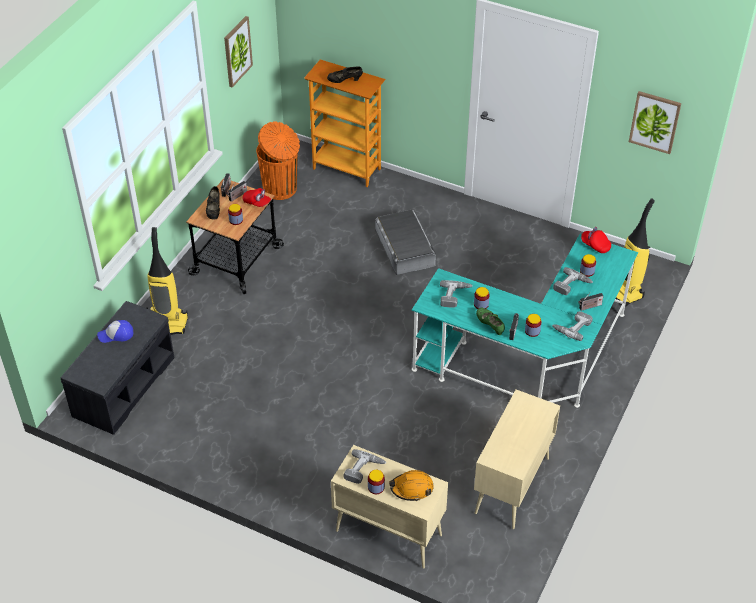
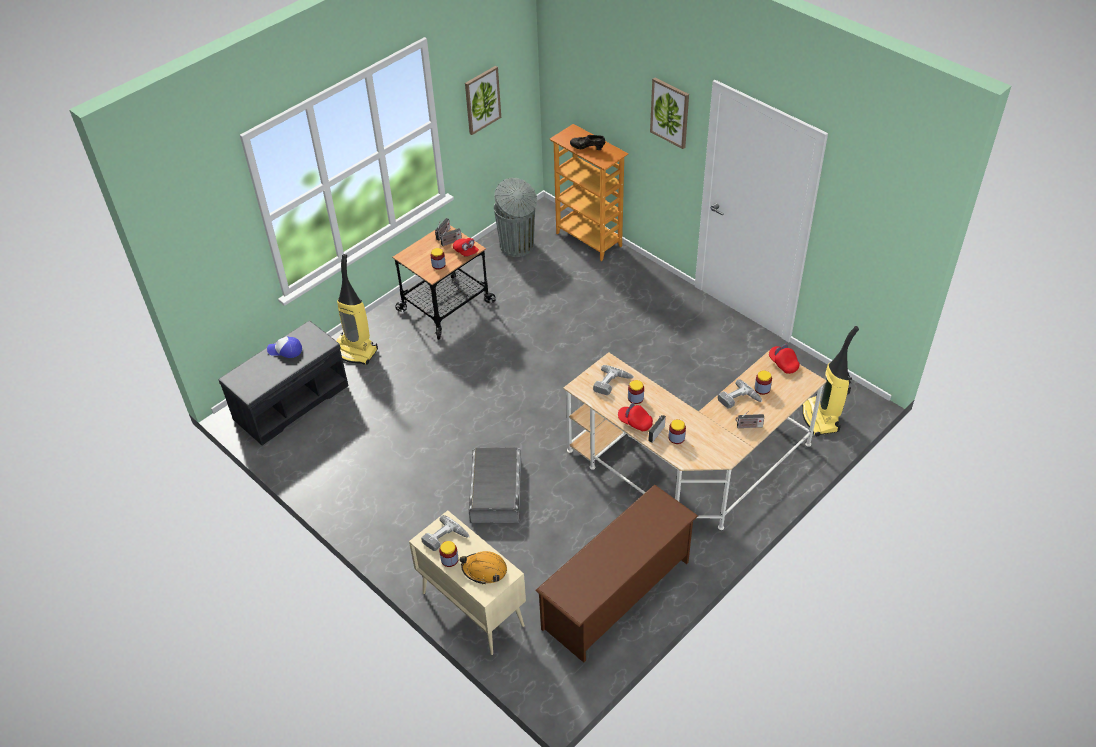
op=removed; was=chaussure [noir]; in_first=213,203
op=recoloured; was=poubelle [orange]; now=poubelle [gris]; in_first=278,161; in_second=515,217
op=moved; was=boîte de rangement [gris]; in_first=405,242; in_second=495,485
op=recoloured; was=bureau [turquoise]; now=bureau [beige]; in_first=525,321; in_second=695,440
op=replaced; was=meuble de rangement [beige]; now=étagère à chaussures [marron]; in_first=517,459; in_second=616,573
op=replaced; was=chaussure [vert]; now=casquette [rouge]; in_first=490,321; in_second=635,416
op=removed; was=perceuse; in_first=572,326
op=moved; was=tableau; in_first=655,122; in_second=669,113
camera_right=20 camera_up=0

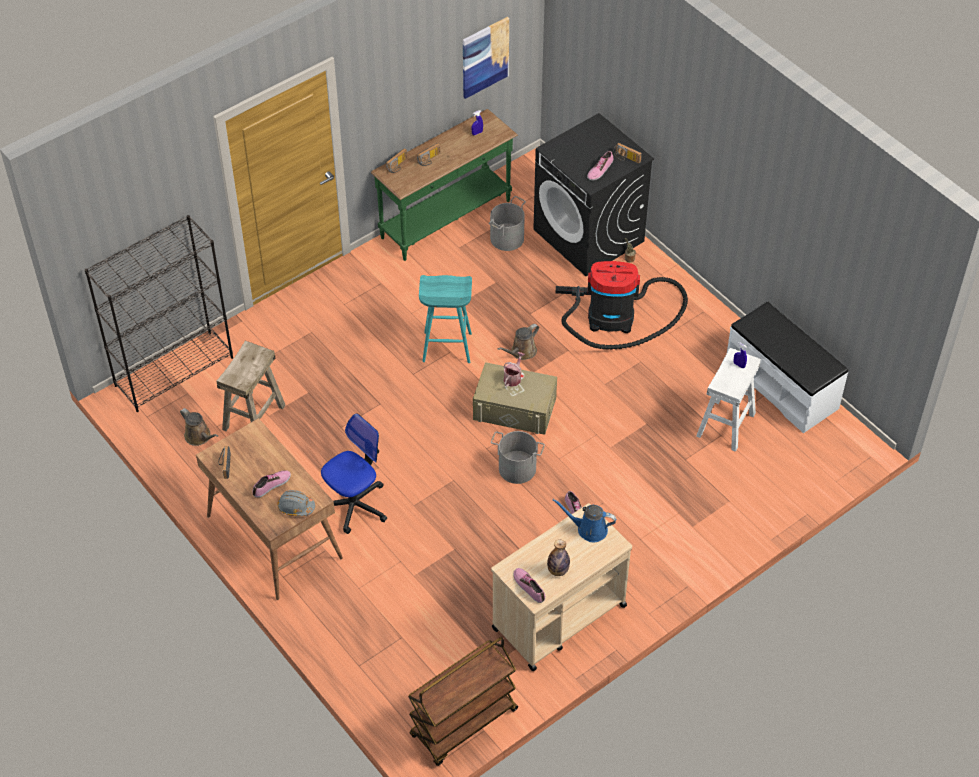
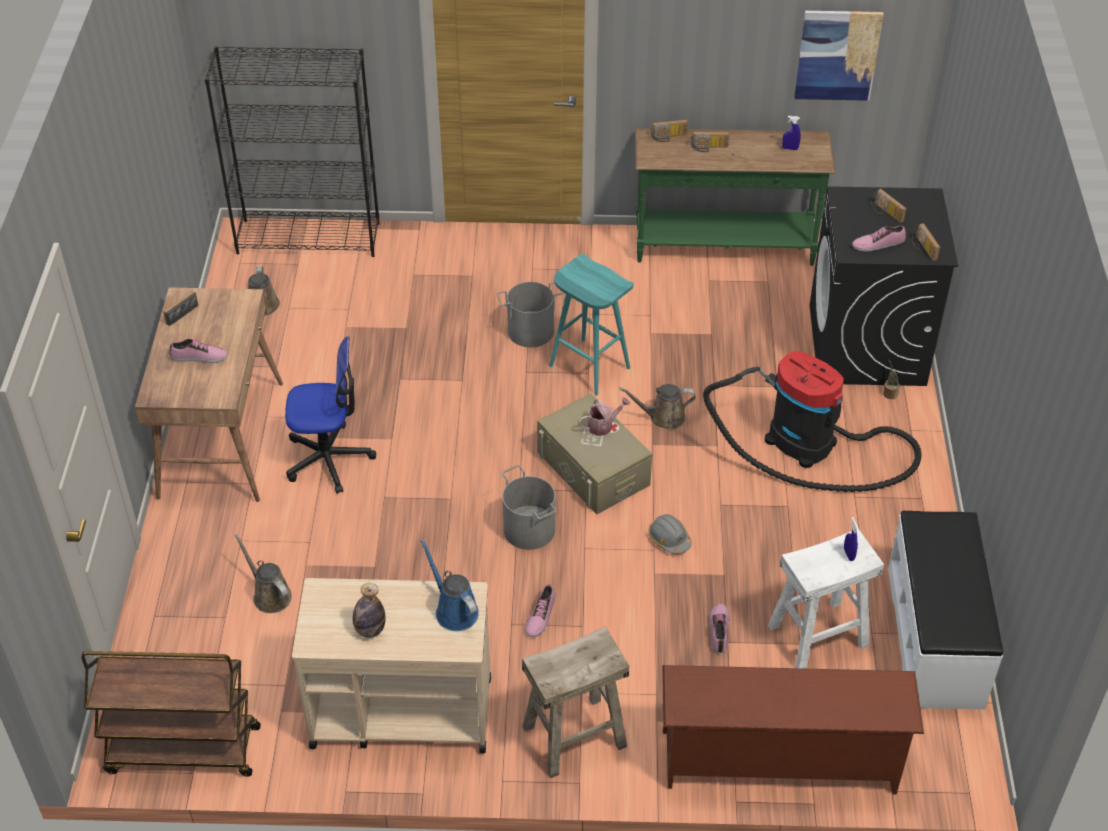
op=moved; was=tabouret [beige]; in_first=250,386; in_second=575,702
op=moved; was=casque de chantier [gris]; in_first=296,503; in_second=670,534
op=moved; was=seau [gris]; in_first=507,223; in_second=530,314
op=moved; was=chaussure; in_first=529,585; in_second=719,629
op=added; now=arrosoir [marron]; in_second=263,573
op=added; now=étagère à chaussures [marron]; in_second=793,730
op=added; now=radio; in_second=889,206
camera_right=40 camera_up=-5

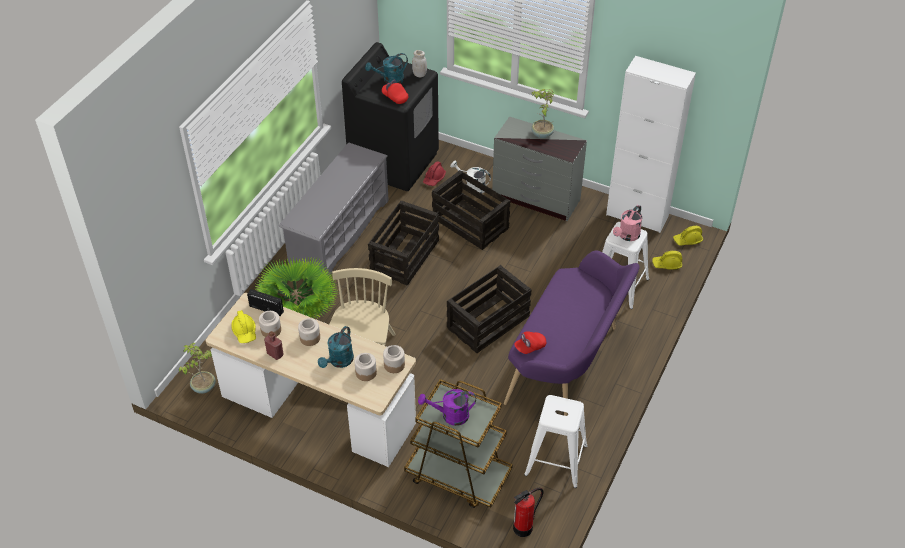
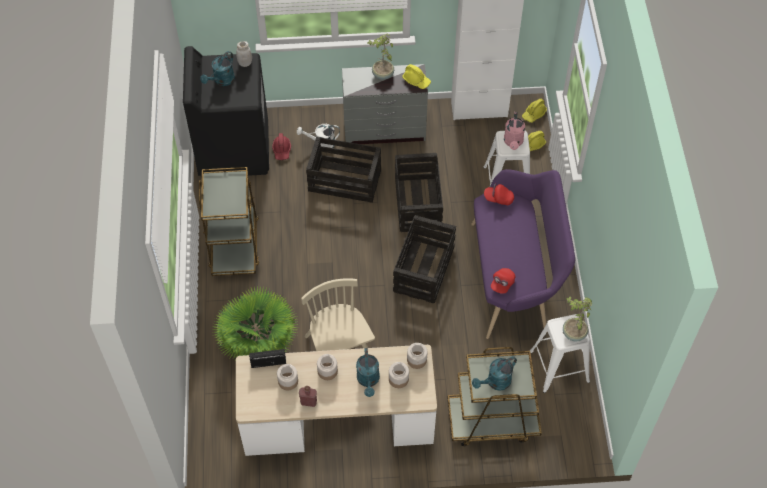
op=moved; was=plante en pot; in_first=197,368; in_second=577,319
op=moved; was=casque de chantier [jaune]; in_first=244,326; in_second=416,76
op=replaced; was=étagère à chaussures [gris]; now=chariot [marron]; in_first=334,208; in_second=228,221
op=moved; was=caisse; in_first=403,243; in_second=419,192
op=moved; was=casquette [rouge]; in_first=395,92; in_second=499,194
op=recoloured; was=arrosoir [violet]; now=arrosoir [turquoise]; in_first=447,407; in_second=494,373
op=removed; was=extincteur; in_first=528,512
camera_right=-30 camera_up=10

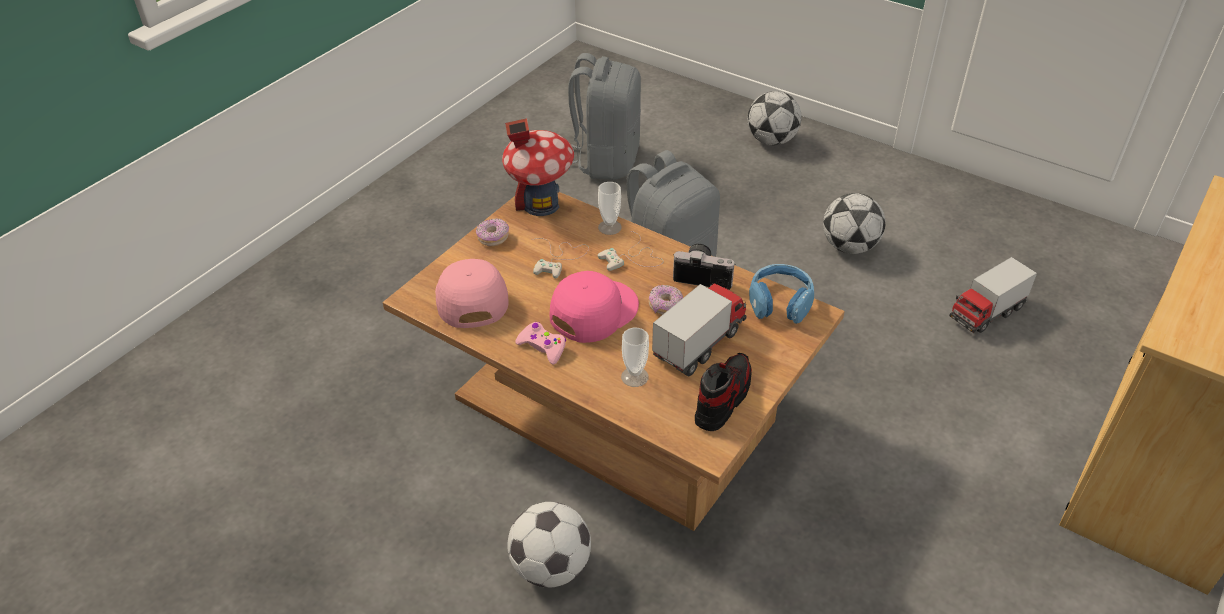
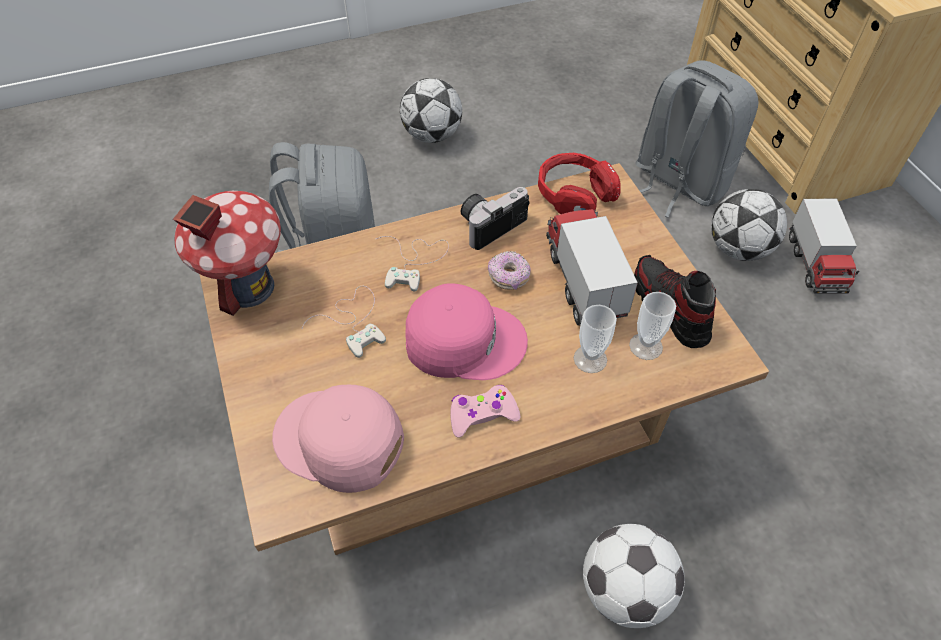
op=removed; was=beignet; in_first=492,233
op=turned; was=casquette [rose]; in_first=594,307; in_second=466,331; clockwise=105
op=moved; was=sac à dos [gris]; in_first=604,116; in_second=697,139
op=moved; was=tasse; in_first=610,208; in_second=652,326
op=moved; was=ballon de foot; in_first=774,118; in_second=749,225
op=recoloured; was=casque audio [bleu]; now=casque audio [rouge]; in_first=781,294; in_second=579,183
op=moved; was=camion jouet; in_first=993,295; in_second=824,246
camera_right=-55 camera_up=10

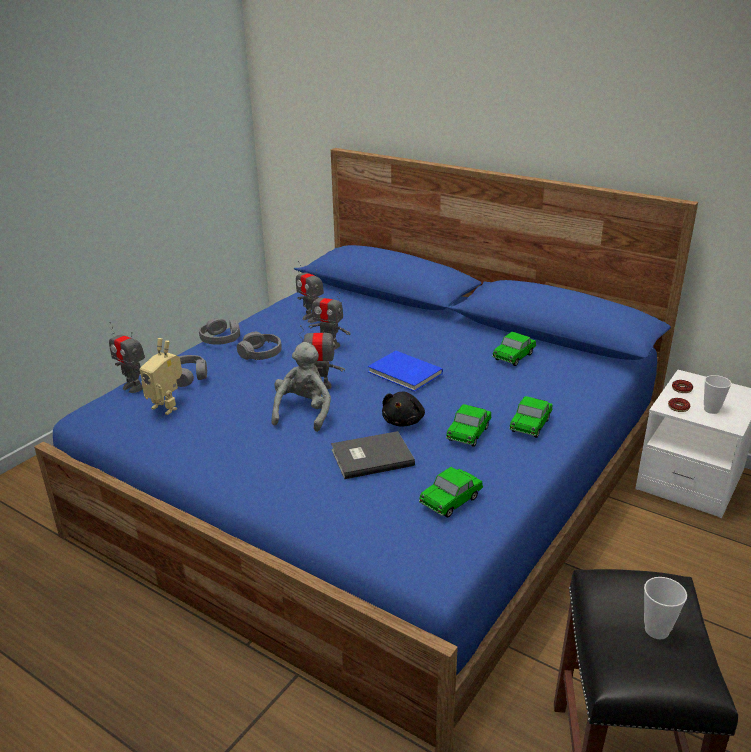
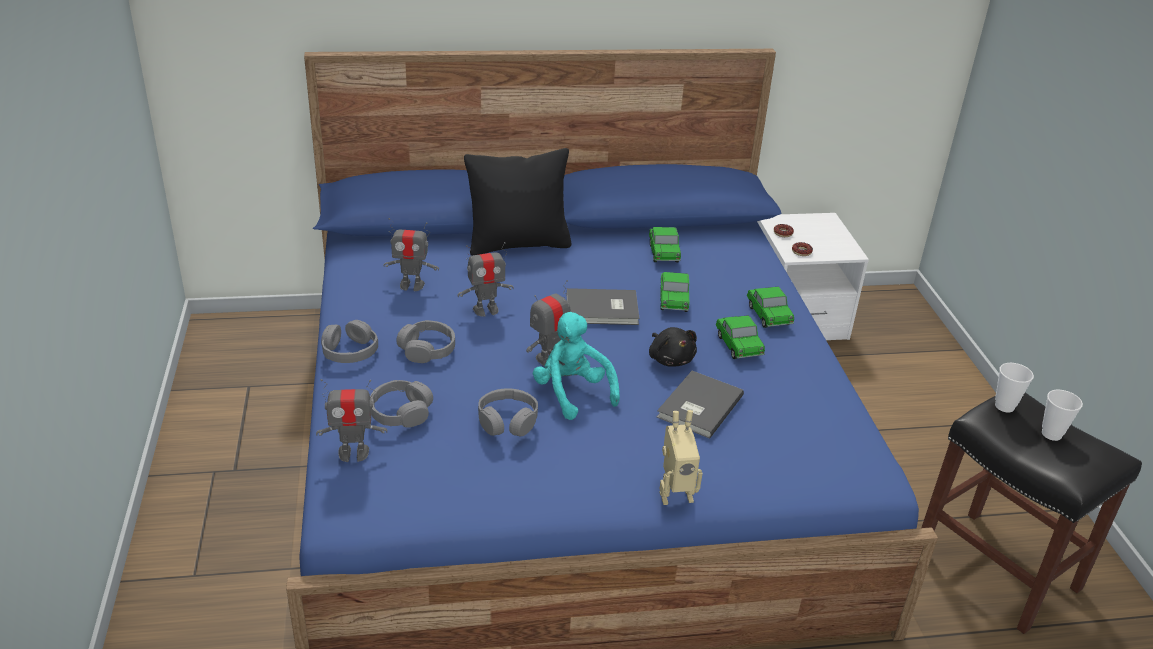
op=moved; was=robot jouet; in_first=161,376; in_second=680,457
op=recoloured; was=peluche [gris]; now=peluche [turquoise]; in_first=301,387; in_second=576,366
op=recoloured; was=livre [bleu]; now=livre [gris]; in_first=405,371; in_second=603,306
op=moved; was=petite voiture; in_first=451,492; in_second=674,292
op=moved; was=tasse; in_first=718,394; in_second=1014,388
op=added; now=coussin [noir]; in_second=517,201
op=added; now=casque audio [gris]; in_second=508,412
camera_right=-45 camera_up=5

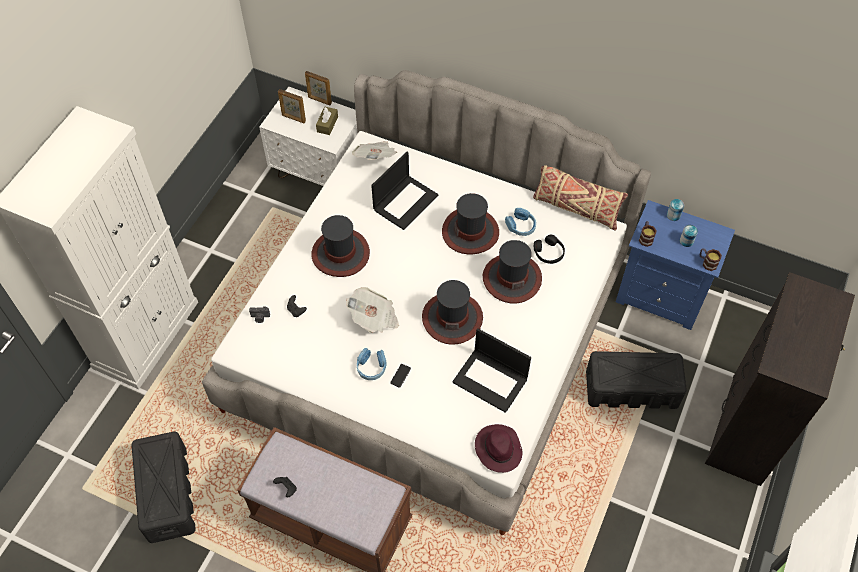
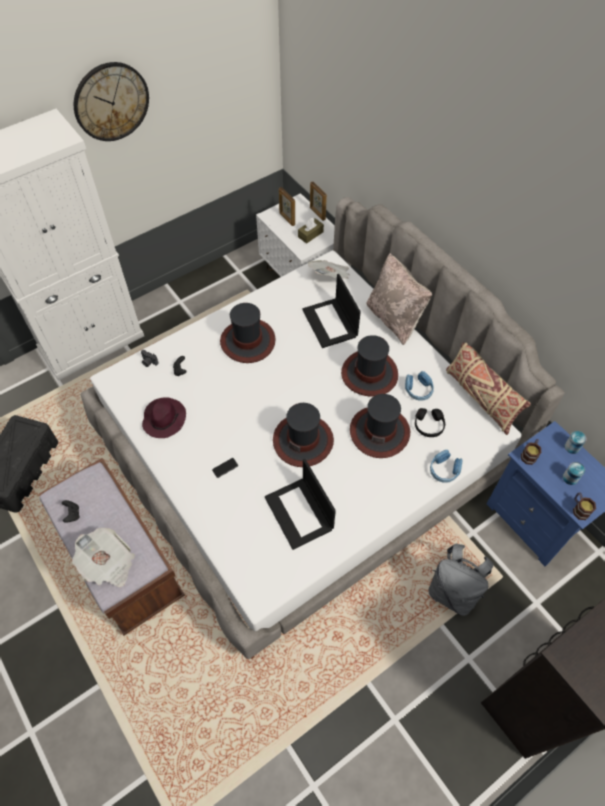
op=moved; was=journal; in_first=372,310; in_second=103,557
op=moved; was=casque audio [bleu]; in_first=372,364; in_second=446,466
op=turned; was=ordinateur portable; in_first=404,191; in_second=331,311; clockwise=90
op=moved; was=chapeau [violet]; in_first=499,448; in_second=164,417
op=replaced; was=boîte de rangement [noir]; now=sac à dos [gris]; in_first=636,380; in_second=461,580
op=added; now=horloge murale; in_second=111,101
op=added; now=coussin [beige]; in_second=399,299
camera_right=30 camera_up=0

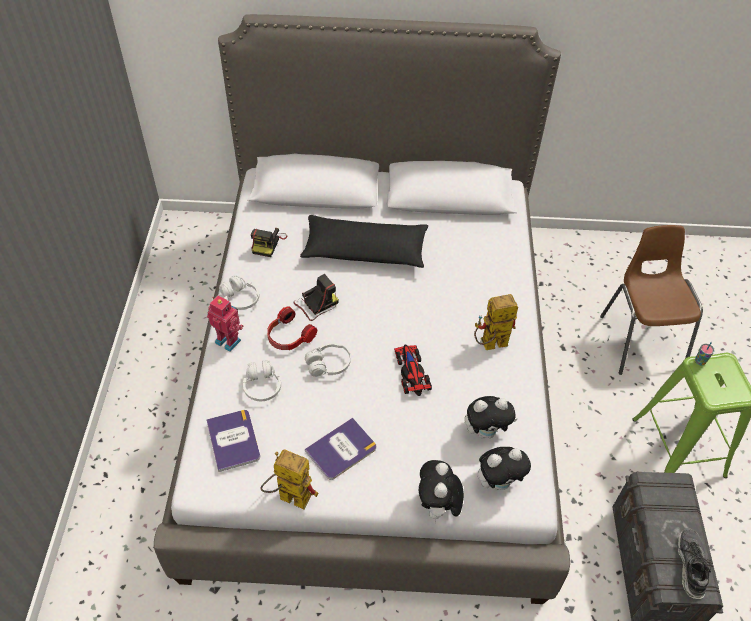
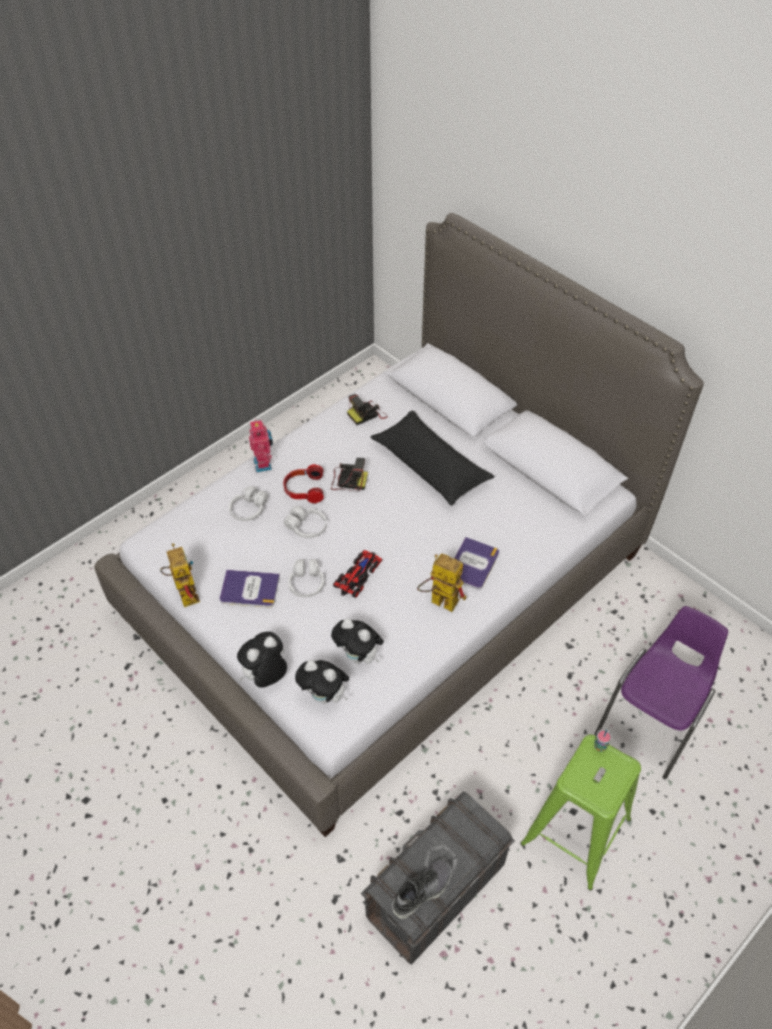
op=moved; was=livre; in_first=233,441; in_second=476,563
op=moved; was=casque audio [blanc]; in_first=239,292; in_second=306,578
op=recoloured; was=chaise [marron]; now=chaise [violet]; in_first=651,300; in_second=661,692
camera_right=45 camera_up=0

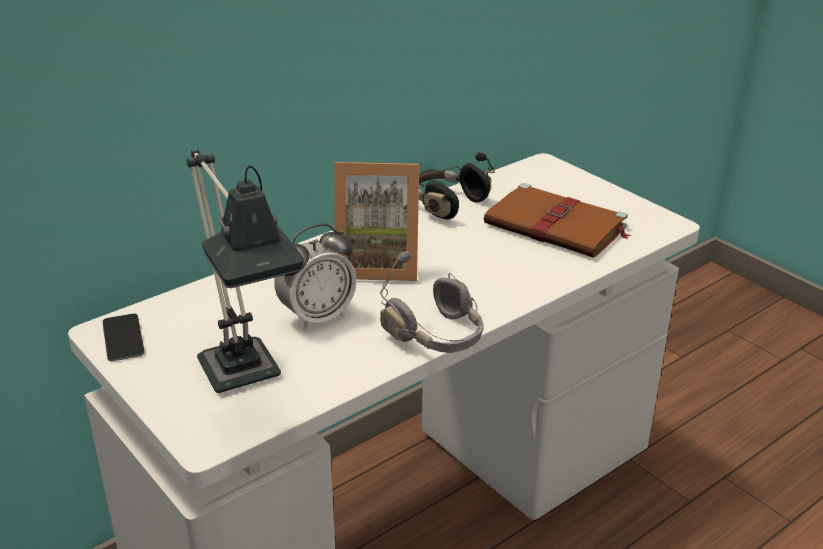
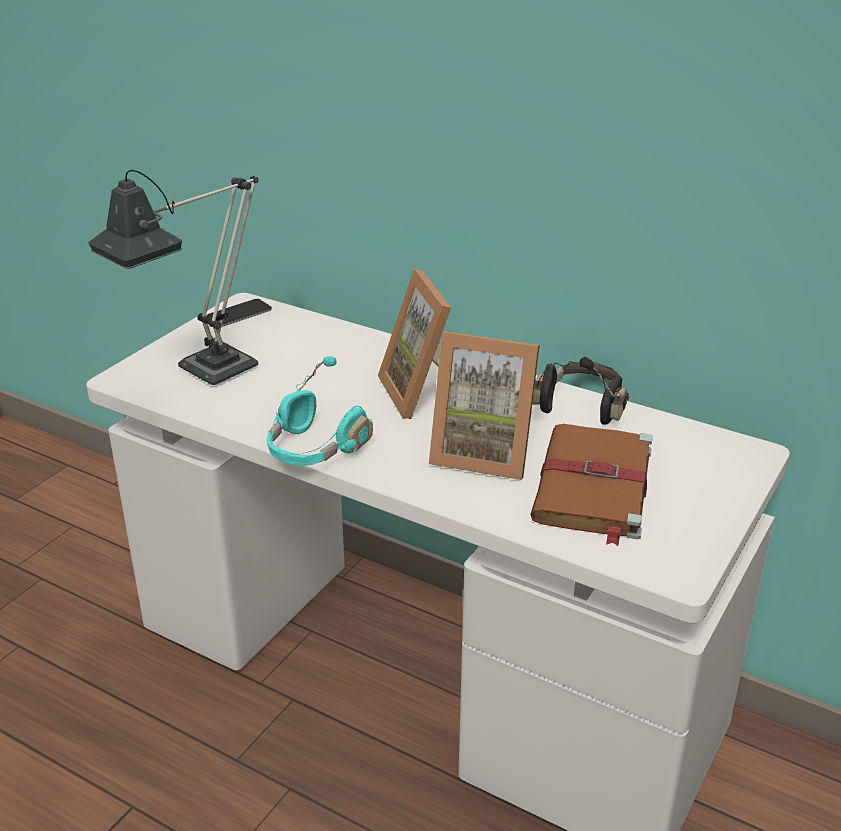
op=removed; was=réveil; in_first=315,277
op=recoloured; was=casque audio [gris]; now=casque audio [turquoise]; in_first=432,302; in_second=320,411
op=added; now=cadre photo; in_second=484,405
camera_right=70 camera_up=0

